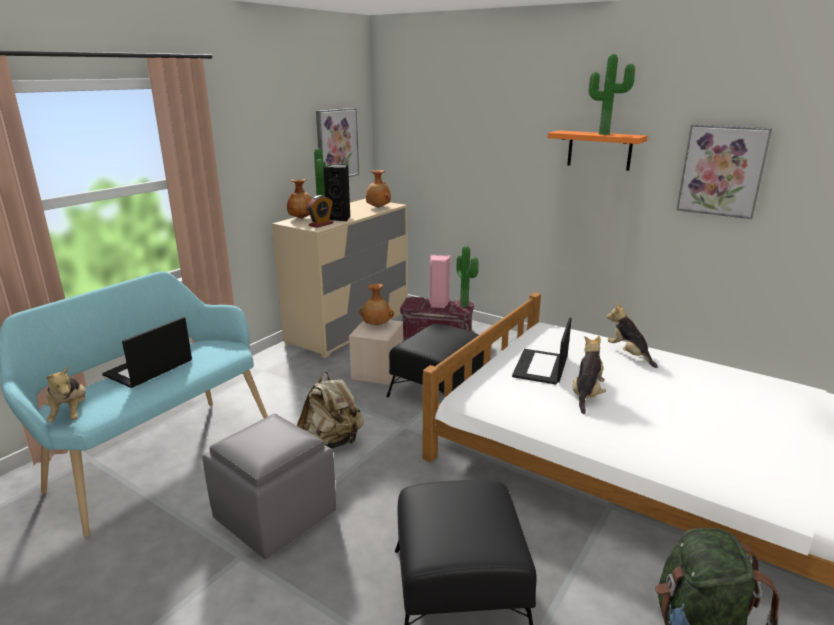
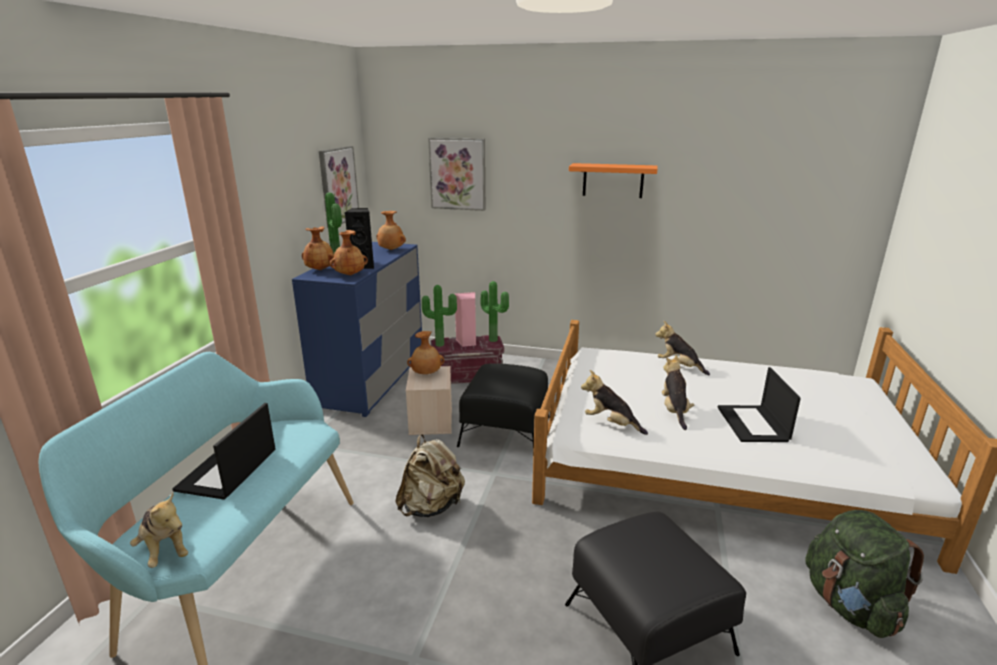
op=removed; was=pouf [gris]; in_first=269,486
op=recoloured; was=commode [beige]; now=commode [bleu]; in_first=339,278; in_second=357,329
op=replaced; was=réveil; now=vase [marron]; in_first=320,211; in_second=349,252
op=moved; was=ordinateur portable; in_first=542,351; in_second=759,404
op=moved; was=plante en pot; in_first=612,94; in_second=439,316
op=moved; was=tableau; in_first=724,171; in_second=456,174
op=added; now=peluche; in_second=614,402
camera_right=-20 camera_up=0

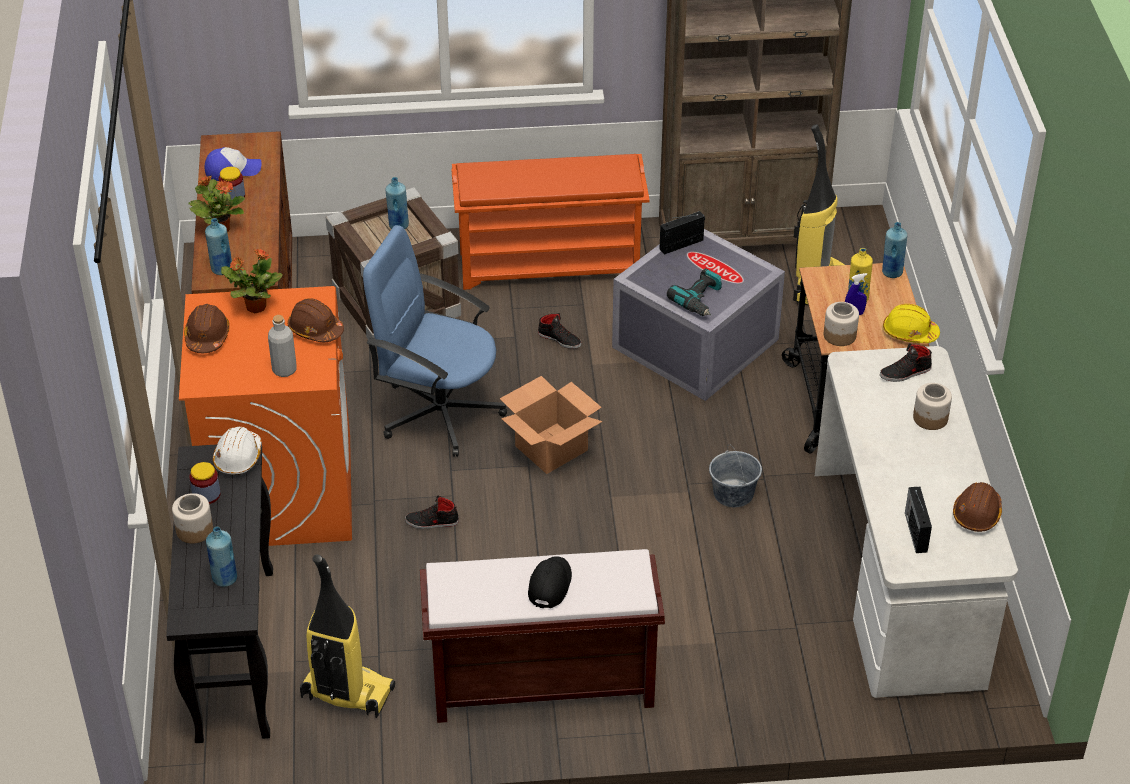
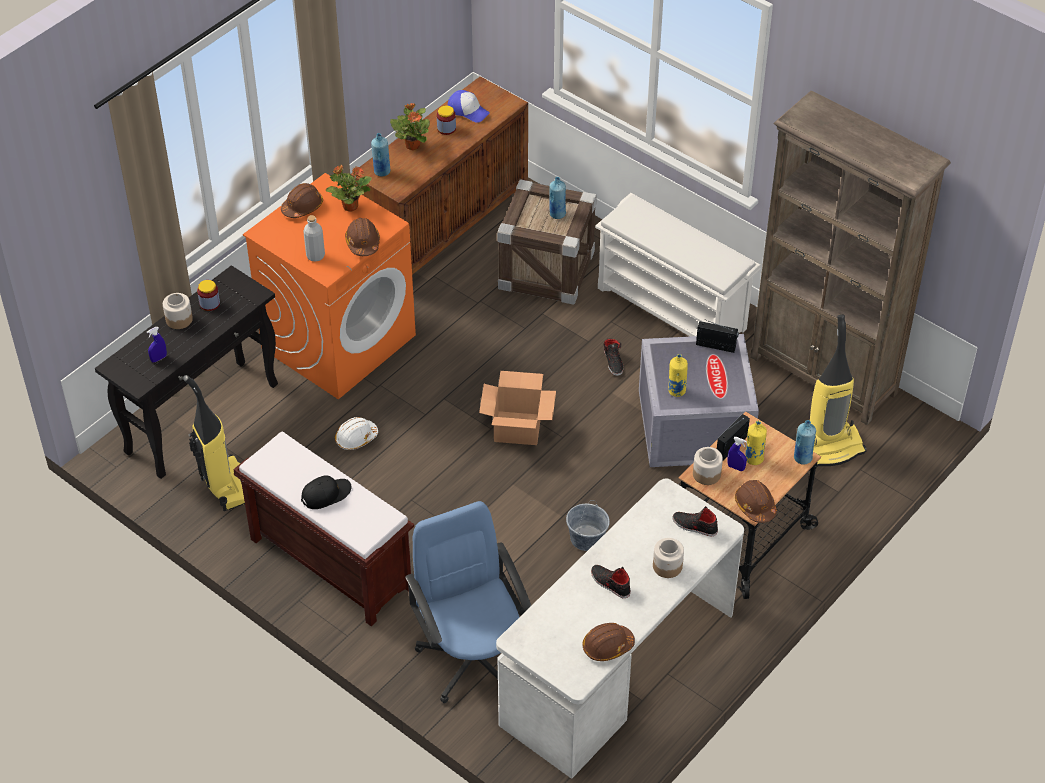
op=replaced; was=bouteille [bleu]; now=vaporisateur [bleu]; in_first=221,556; in_second=156,345
op=moved; was=casque de chantier [blanc]; in_first=237,451; in_second=356,433
op=moved; was=chaise de bureau [bleu]; in_first=435,341; in_second=468,602
op=moved; was=chaussure [noir]; in_first=432,512; in_second=611,581
op=recoloured; was=étagère à chaussures [orange]; now=étagère à chaussures [blanc]; in_first=550,222; in_second=677,265
op=replaced; was=perceuse; now=bouteille [jaune]; in_first=694,292; in_second=678,375
op=recoloured; was=casque de chantier [jaune]; now=casque de chantier [marron]; in_first=911,323; in_second=756,501
op=moved; was=radio; in_first=918,520; in_second=733,437
camera_right=45 camera_up=5

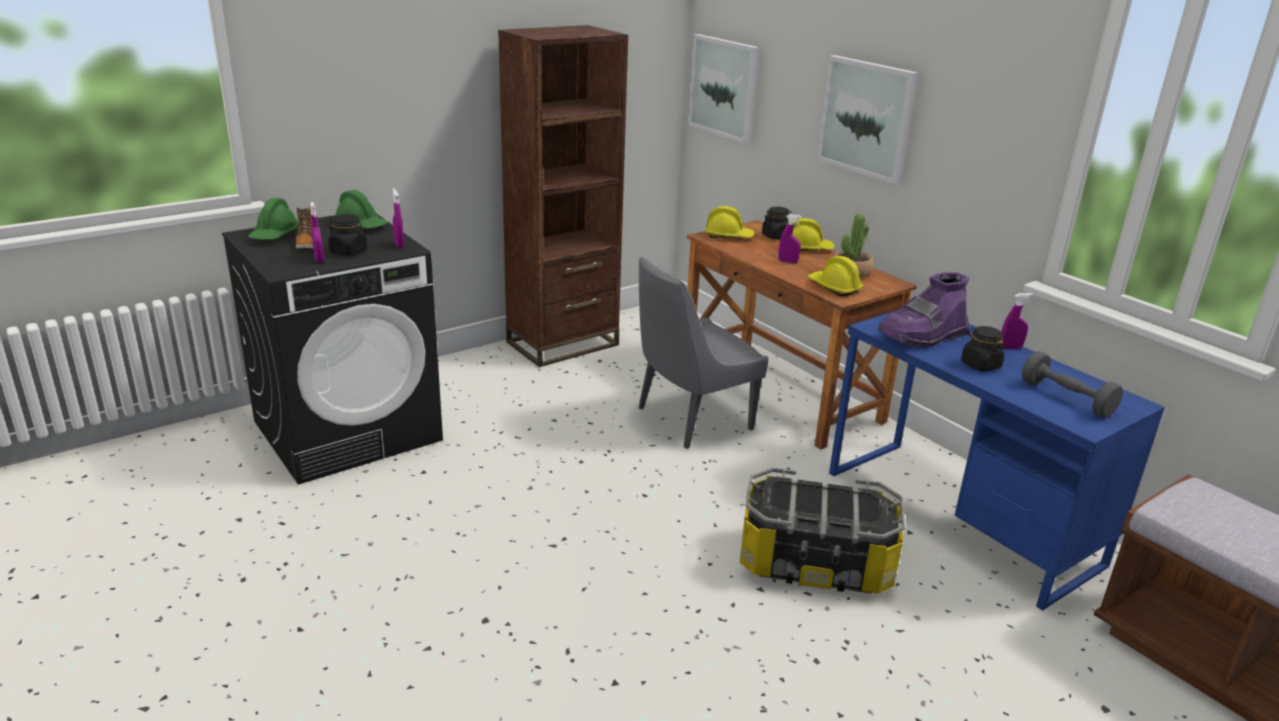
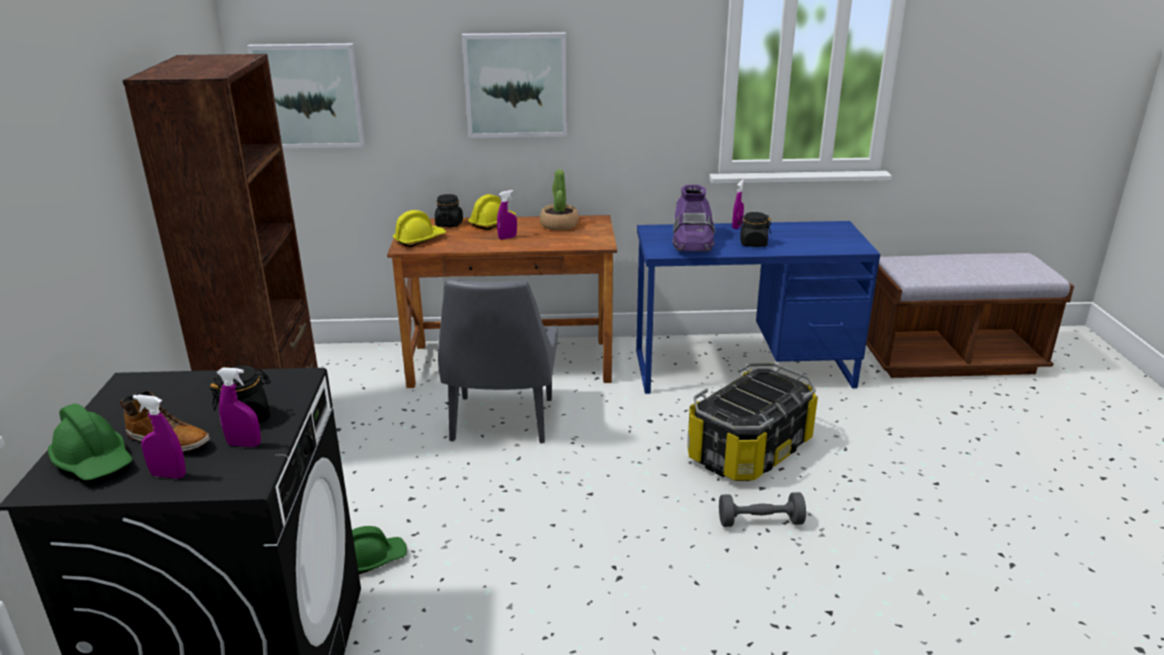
op=moved; was=casque de chantier [vert]; in_first=361,209; in_second=379,550
op=moved; was=vaporisateur [violet]; in_first=398,218; in_second=159,437
op=removed; was=casque de chantier [jaune]; in_first=835,276
op=moved; was=haltère [gris]; in_first=1072,384; in_second=762,509
camera_right=-55 camera_up=0

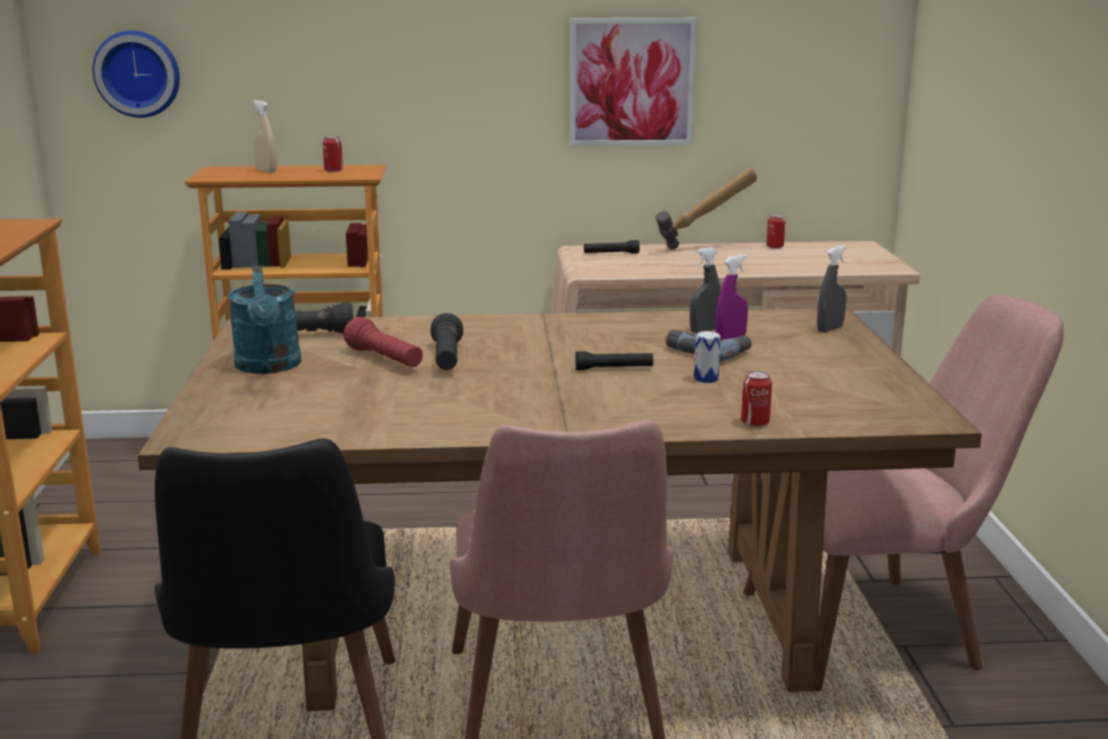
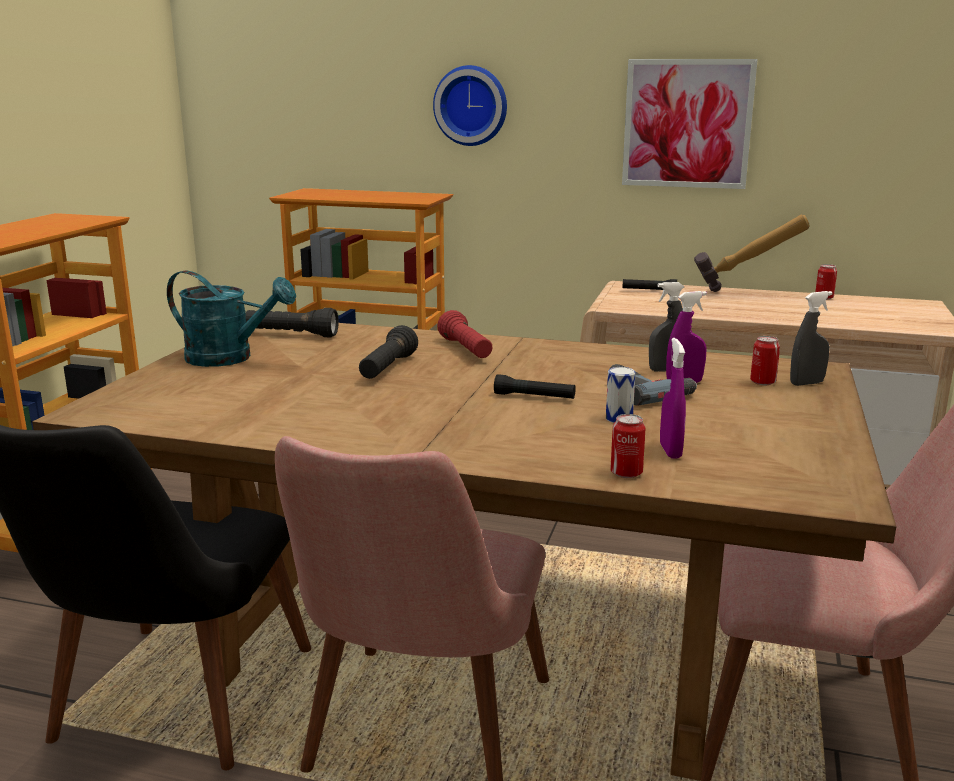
op=moved; was=horloge murale; in_first=136,74; in_second=470,105
op=turned; was=arrosoir [turquoise]; in_first=264,319; in_second=231,318; clockwise=-75
op=removed; was=vaporisateur [beige]; in_first=265,136
op=moved; was=boîte métallique; in_first=333,154; in_second=765,360
op=moved; was=lampe de poche [rouge]; in_first=383,342; in_second=465,334
op=added; now=vaporisateur [violet]; in_second=673,398
camera_right=20 camera_up=0

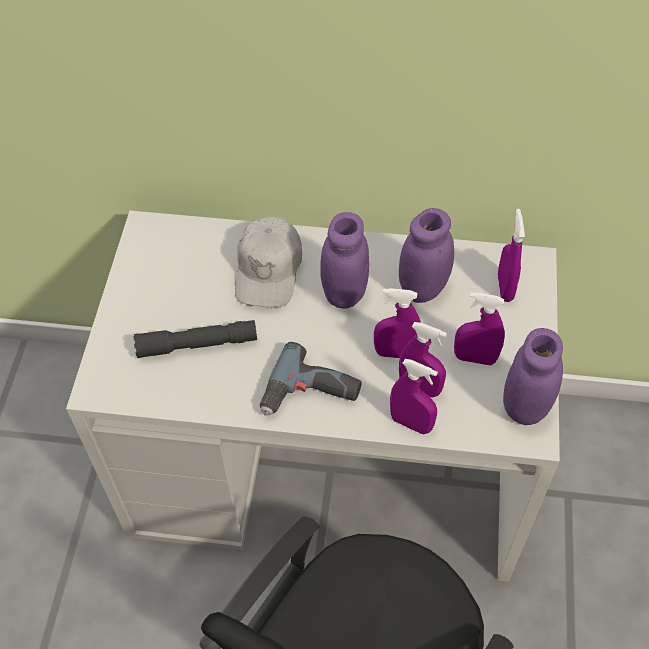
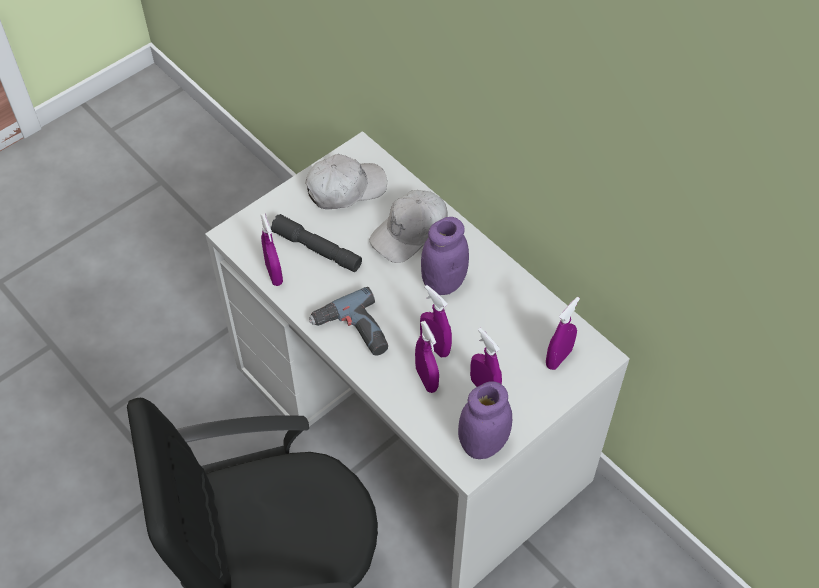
op=moved; was=vaporisateur [violet]; in_first=414,396; in_second=271,249
op=removed; was=bocal [violet]; in_first=426,255
op=added; now=casquette [blanc]; in_second=346,181
camera_right=40 camera_up=0

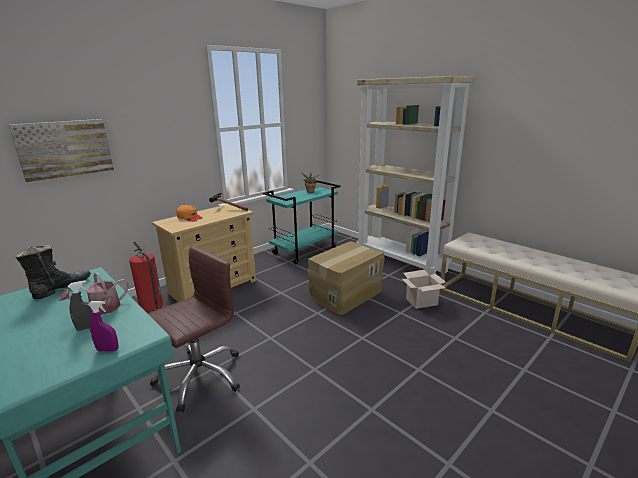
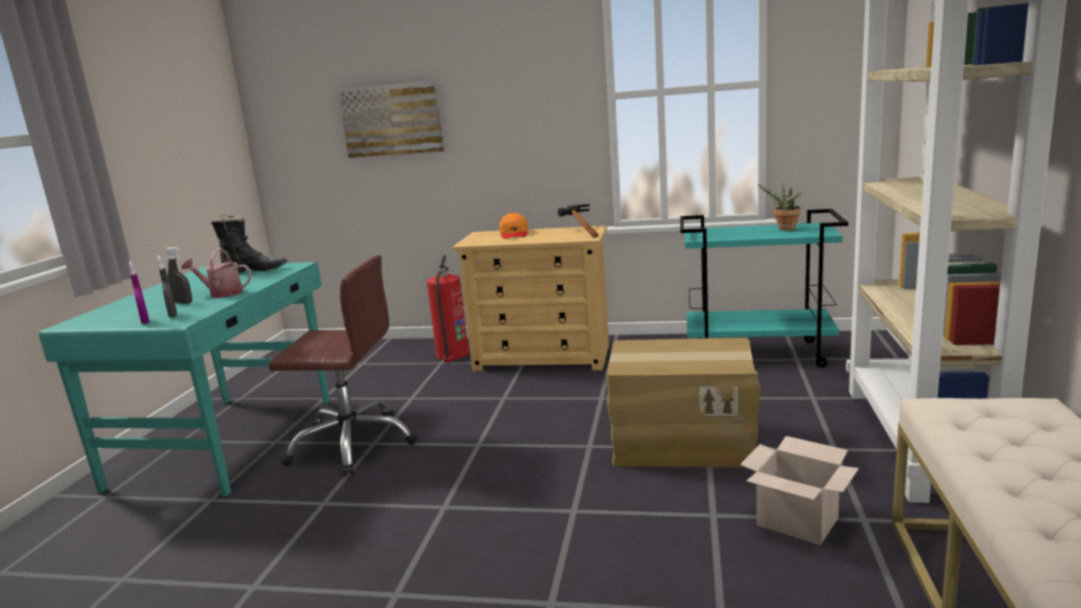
op=added; now=vaporisateur [gris]; in_second=167,286
camera_right=55 camera_up=-5

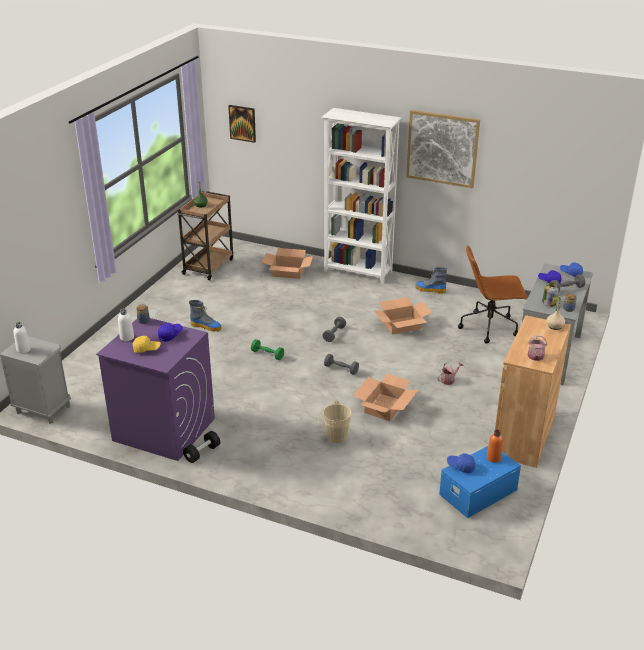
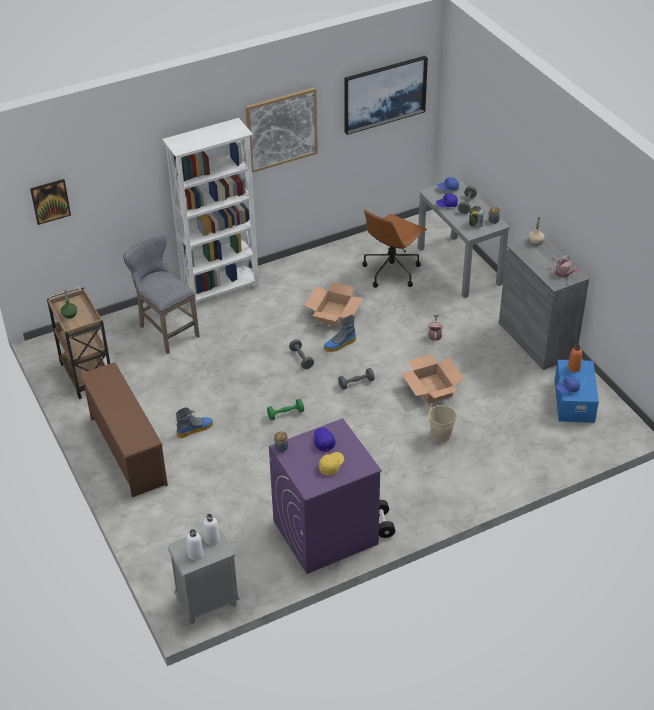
op=moved; was=bouteille [blanc]; in_first=126,324; in_second=211,529
op=replaced; was=carton; now=tabouret [gris]; in_first=287,263; in_second=161,295
op=moved; was=botte; in_first=431,280; in_second=340,333
op=recoloured; was=meuble de rangement [marron]; now=meuble de rangement [gris]; in_first=533,391; in_second=544,304
op=added; now=étagère à chaussures [marron]; in_second=124,429
op=added; now=tableau; in_second=386,95
camera_right=-50 camera_up=10

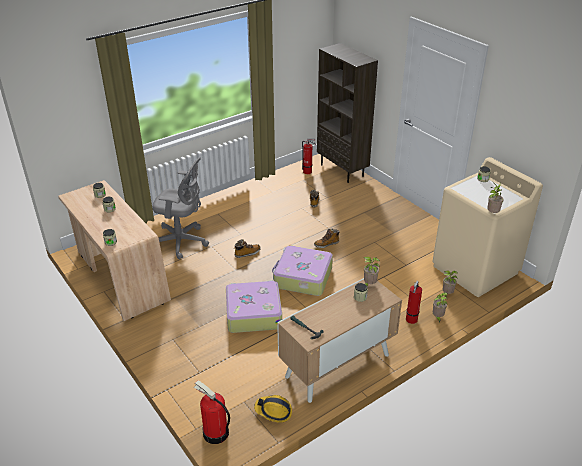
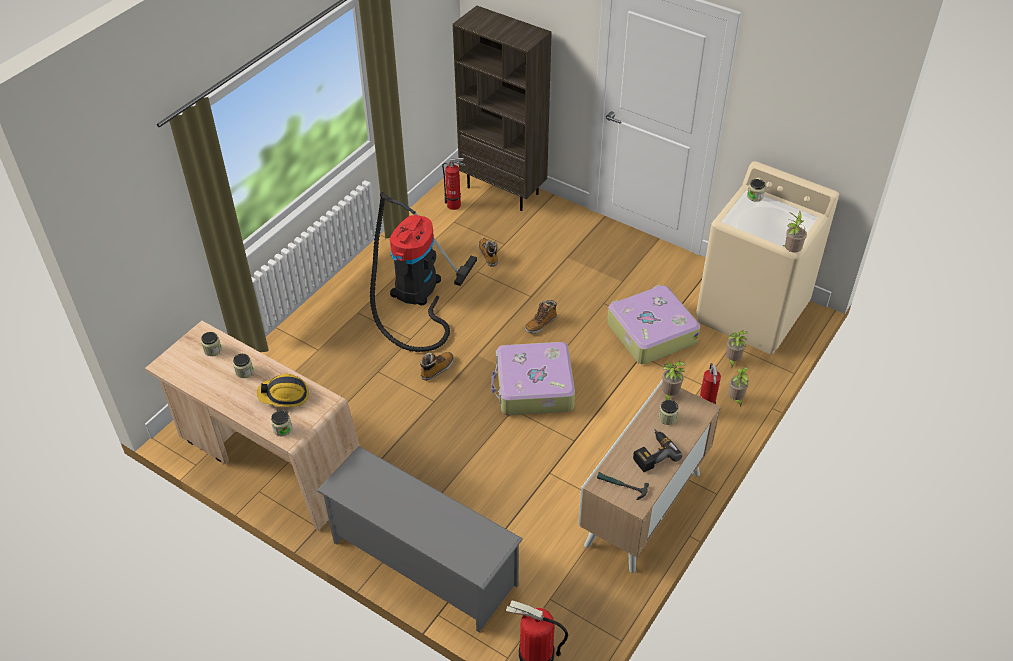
op=removed; was=chaise de bureau [gris]; in_first=180,208
op=moved; was=valise; in_first=254,306; in_second=653,324
op=moved; was=casque de chantier; in_first=273,409; in_second=283,390
op=added; now=étagère à chaussures [gris]; in_second=419,539
op=added; now=aspirateur; in_second=423,272
op=added; now=perceuse; in_second=657,450
camera_right=-20 camera_up=10

